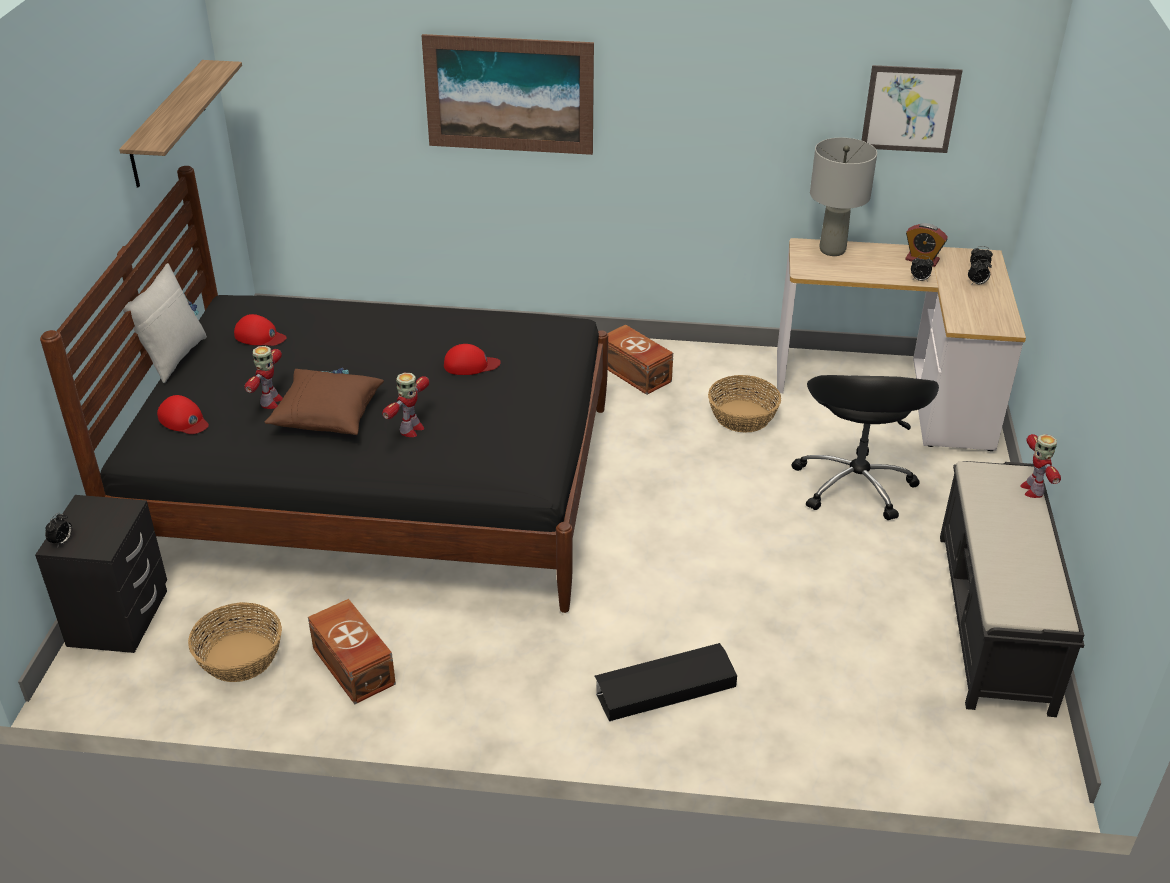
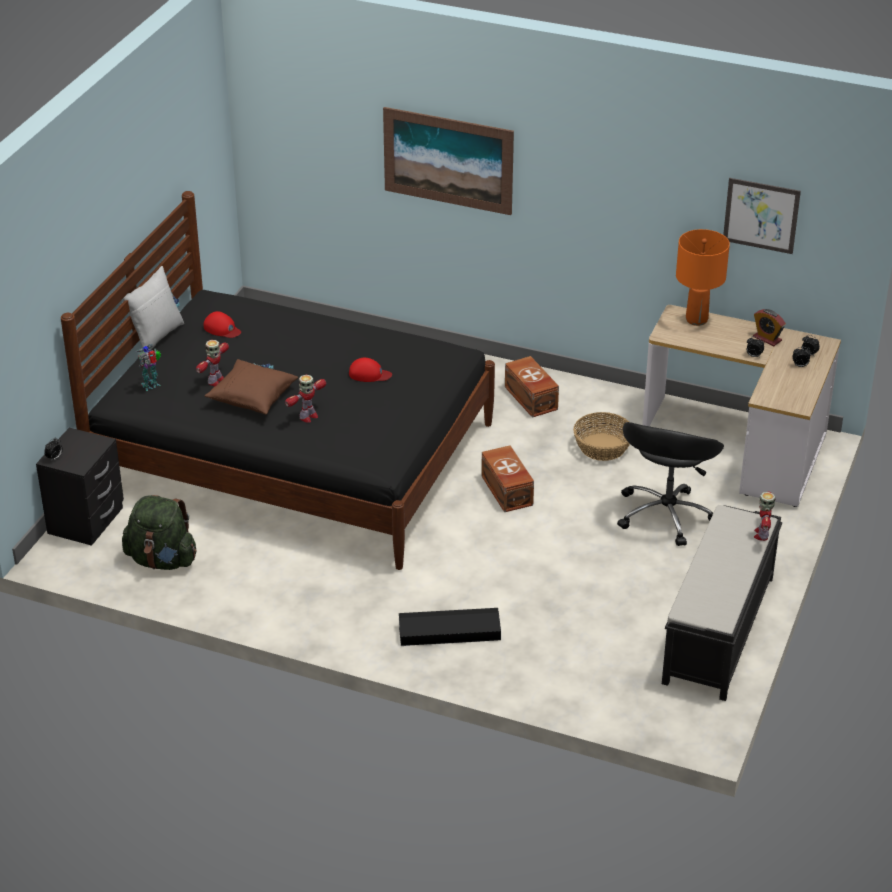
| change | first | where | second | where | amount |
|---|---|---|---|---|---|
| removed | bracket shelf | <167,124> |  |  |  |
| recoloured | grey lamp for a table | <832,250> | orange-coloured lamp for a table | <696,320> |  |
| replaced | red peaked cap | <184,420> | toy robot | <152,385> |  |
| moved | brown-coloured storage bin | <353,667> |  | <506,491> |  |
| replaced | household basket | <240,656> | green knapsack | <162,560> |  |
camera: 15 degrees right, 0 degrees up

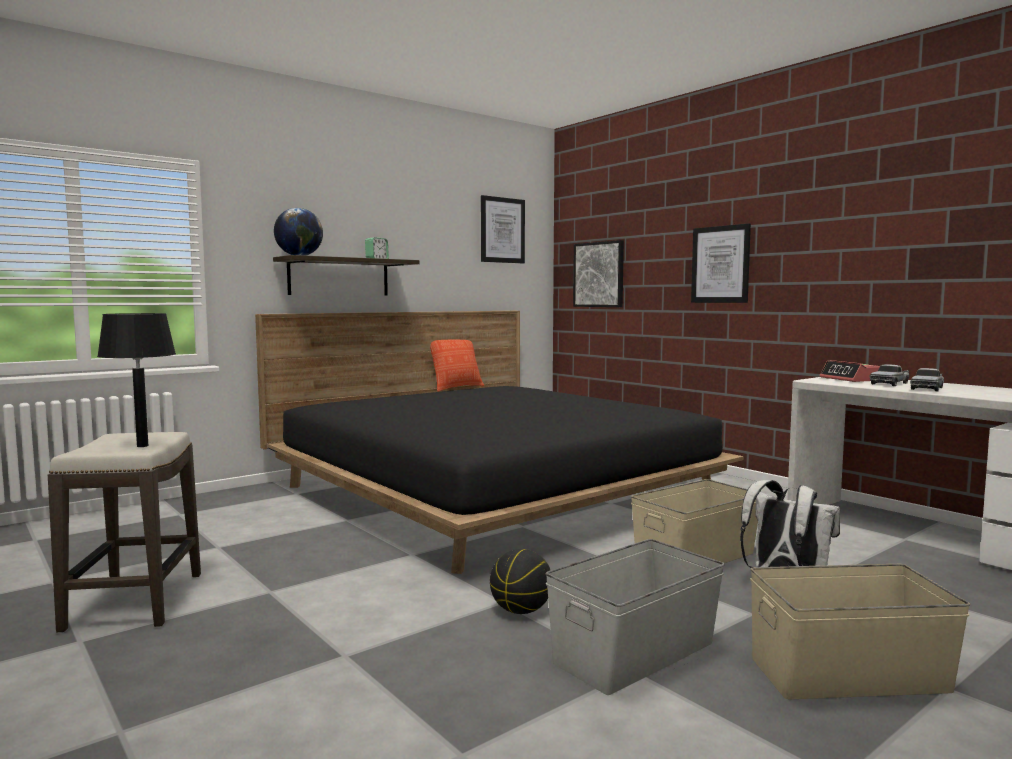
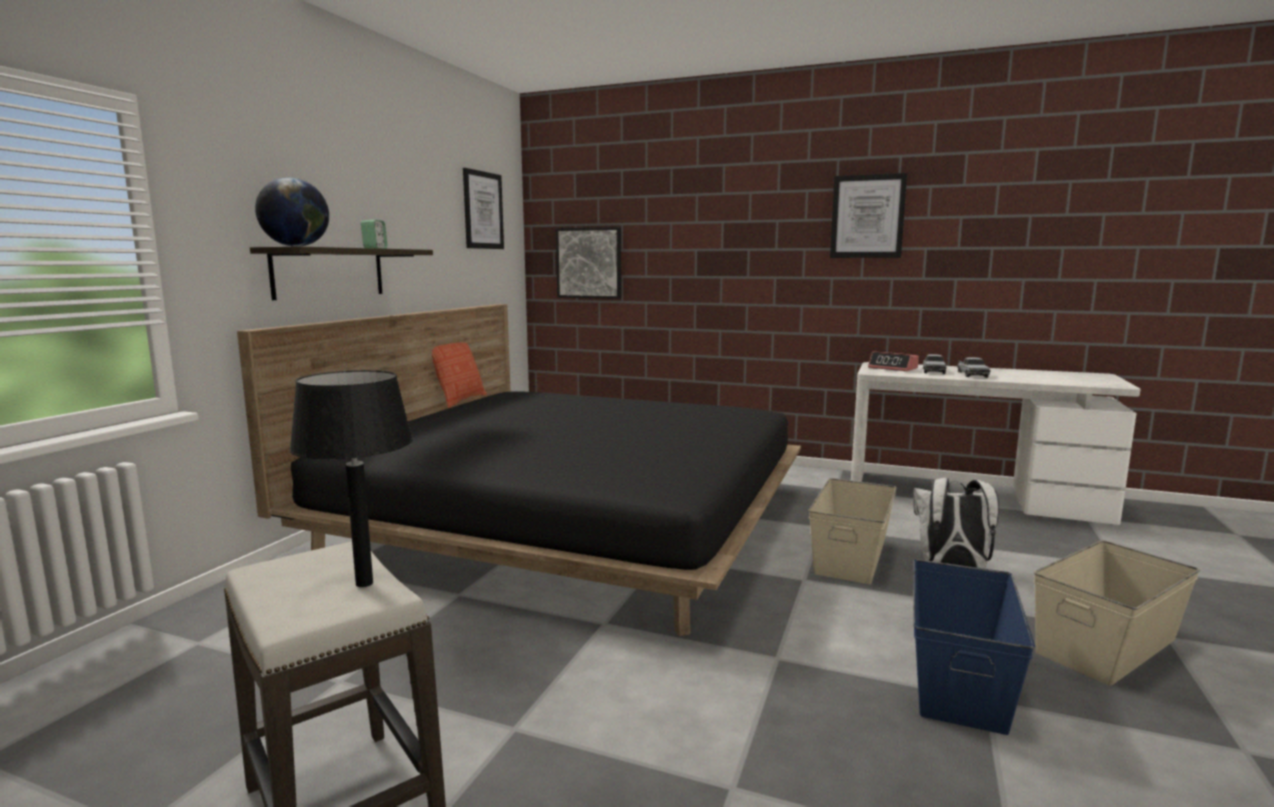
| change | first | where | second | where | amount |
|---|---|---|---|---|---|
| moved | picture | <720,264> |  | <867,216> |  |
| recoloured | grey storage bin | <633,652> | blue-coloured storage bin | <957,678> |  |
| removed | basketball | <521,611> |  |  |  |
camera: 30 degrees left, 5 degrees up

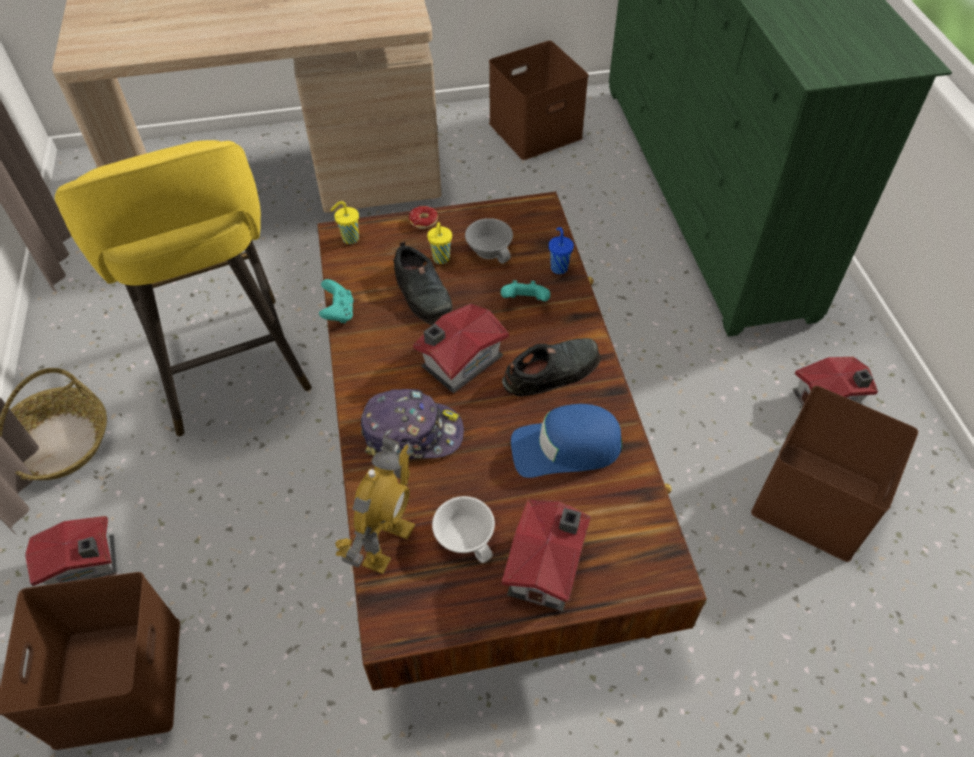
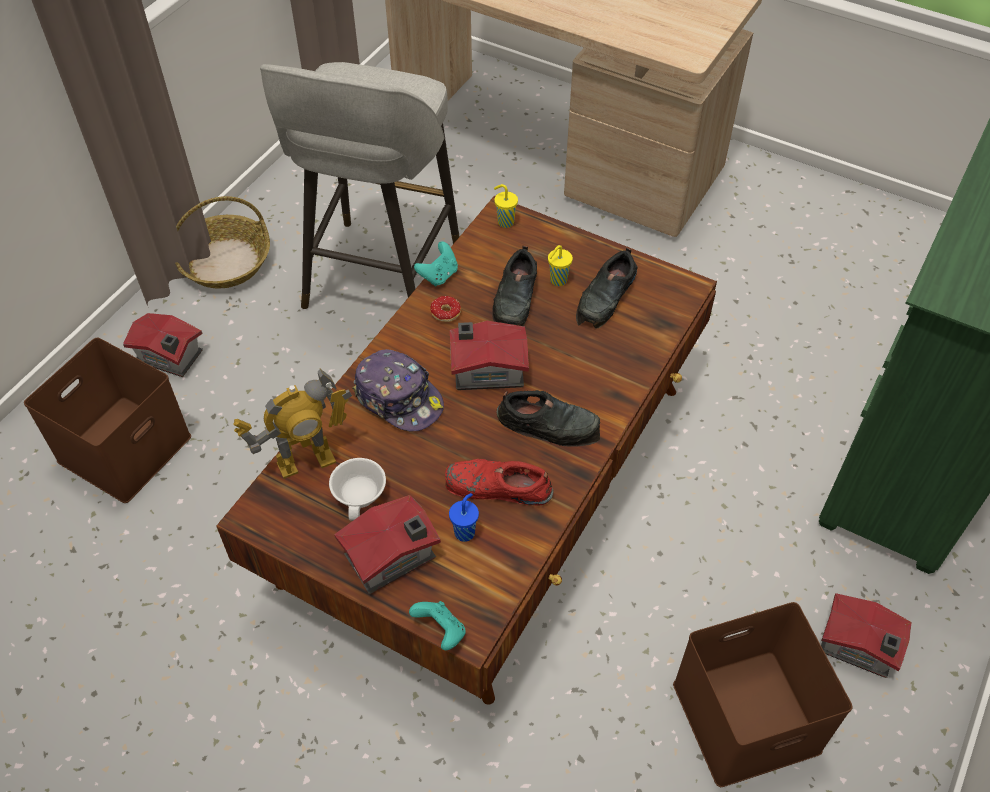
| change | first | where | second | where | amount |
|---|---|---|---|---|---|
| removed | brown-coloured storage bin | <536,129> |  |  |  |
| recoloured | yellow-coloured stool seat | <229,368> | grey stool seat | <380,280> |  |
| moved | donut | <424,225> |  | <443,316> |  |
| replaced | grey cup | <491,250> | blackish low shoe | <606,298> |  |
| moved | blue-coloured cup | <558,267> |  | <465,532> |  |
| moved | turquoise joypad | <525,302> |  | <441,631> |  |
| replaced | blue-coloured peaked cap | <566,448> | red low shoe | <496,487> |  |
camera: 40 degrees right, 0 degrees up

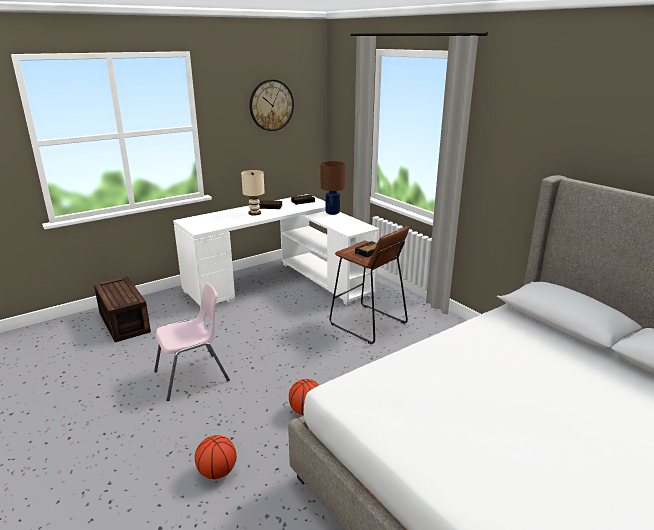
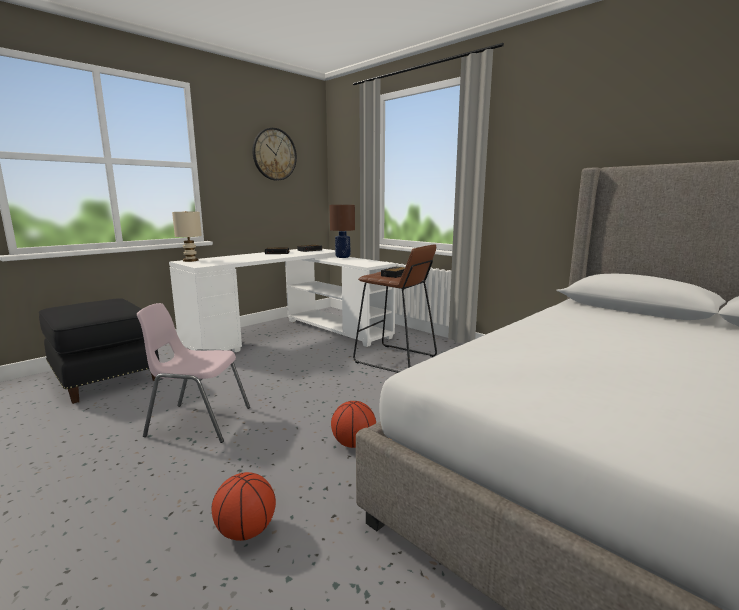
| change | first | where | second | where | amount |
|---|---|---|---|---|---|
| moved | beige lamp for a table | <254,213> |  | <190,260> |  |
| replaced | brown-coloured storage bin | <123,322> | blackish footrest | <103,377> |  |
| turned | pinkish plain chair | <193,376> |  | <198,421> | 135 degrees counterclockwise |
camera: 10 degrees left, 10 degrees down

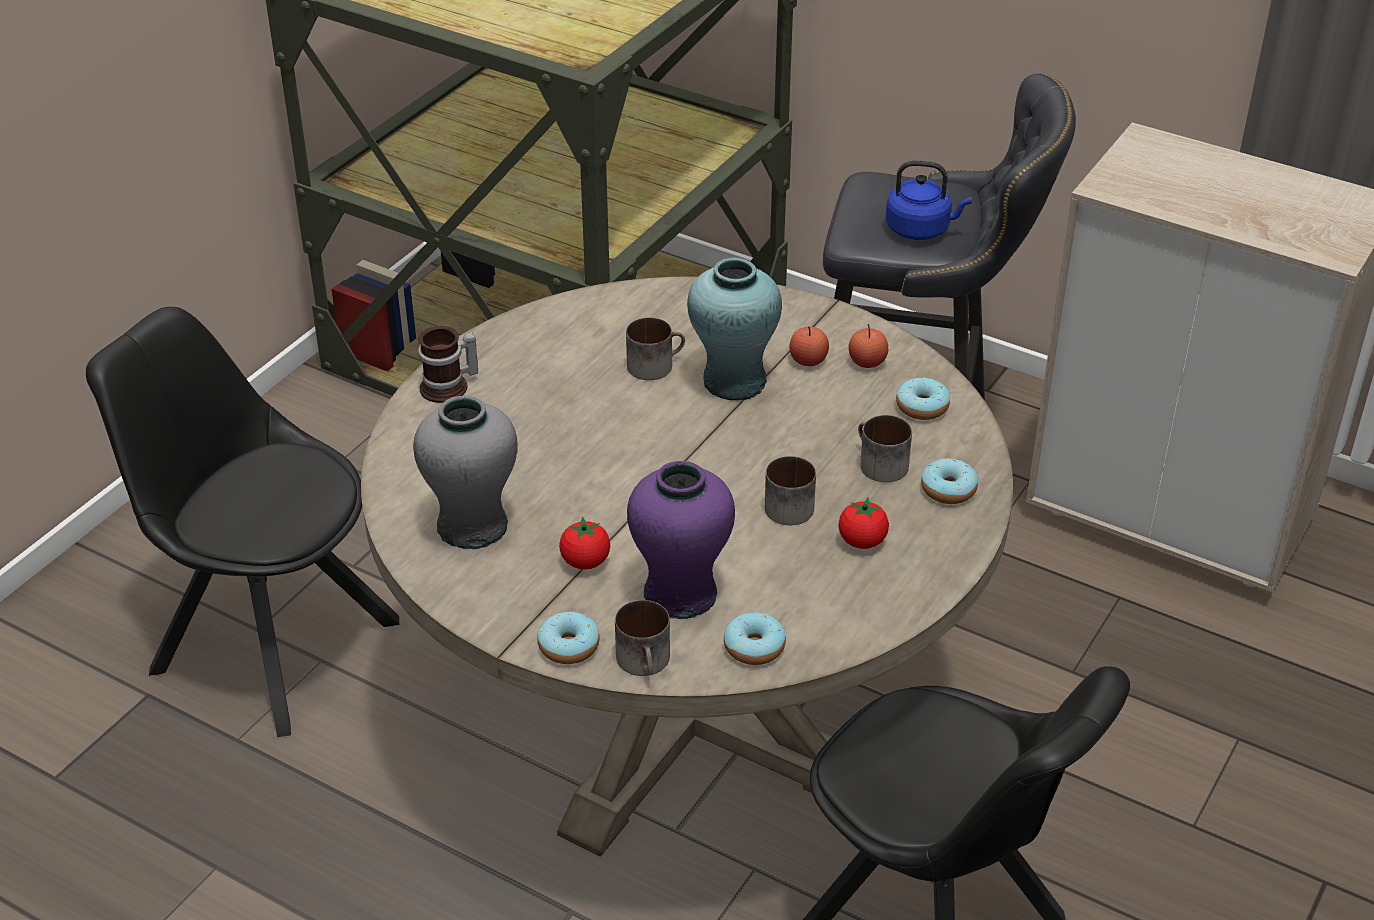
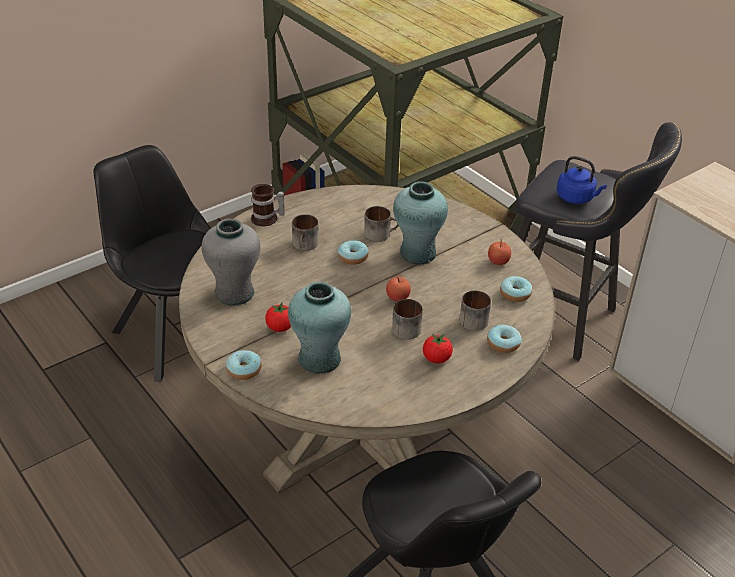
| change | first | where | second | where | amount |
|---|---|---|---|---|---|
| moved | whole apple | <808,360> |  | <397,297> |  |
| recoloured | purplish decorative vase | <680,593> | turquoise decorative vase | <319,358> |  |
| moved | coffee mug | <646,662> |  | <305,245> |  |
| moved | donut | <754,647> |  | <352,257> |  |
camera: 20 degrees right, 0 degrees up

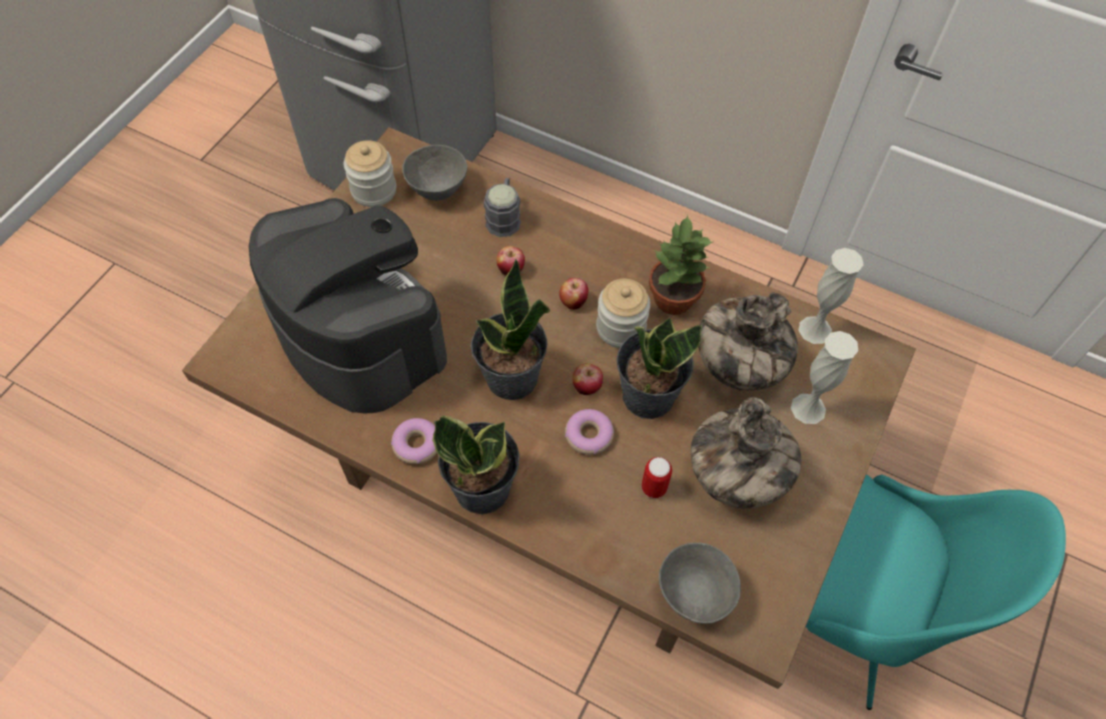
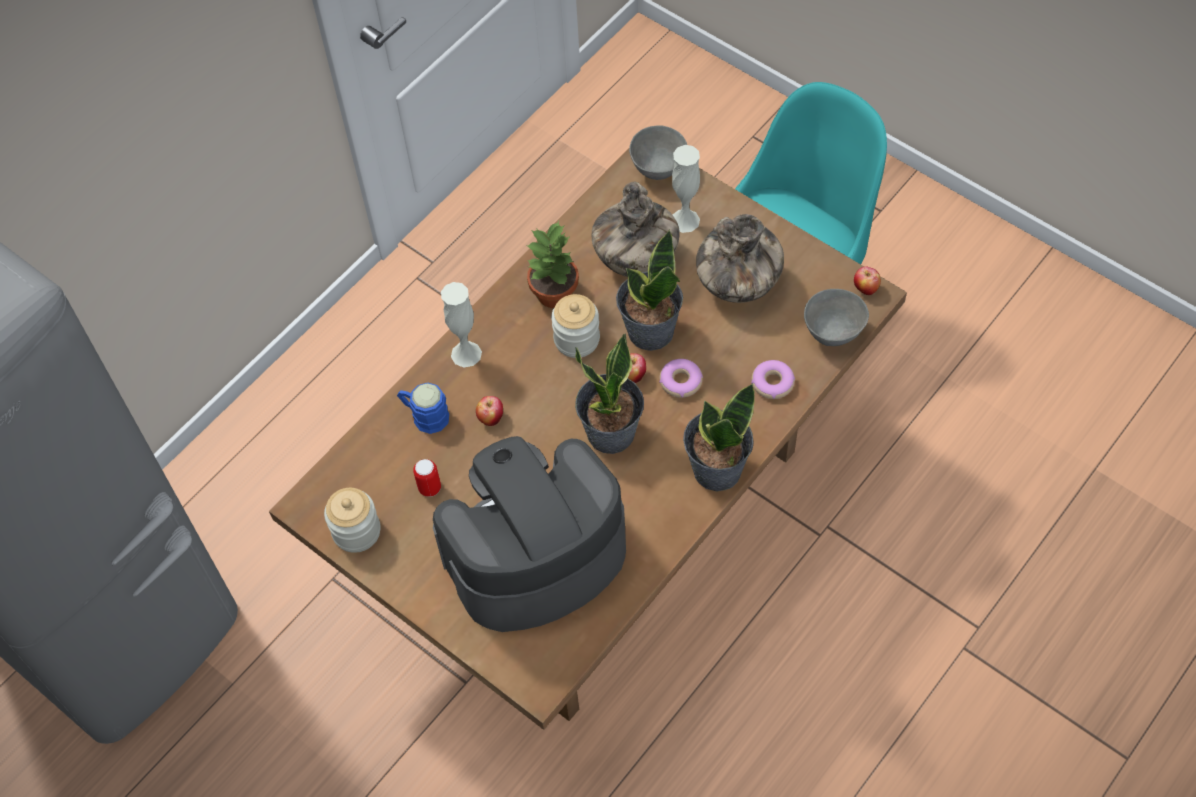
| change | first | where | second | where | amount |
|---|---|---|---|---|---|
| moved | grey bowl | <437,191> |  | <658,170> |  |
| recoloured | grey coffee mug | <504,217> | blue-coloured coffee mug | <424,415> |  |
| moved | white-coloured decorative vase | <815,330> |  | <466,354> |  |
| moved | whole apple | <573,302> |  | <865,289> |  |
| moved | donut | <417,444> |  | <772,383> |  |
| moved | metal can | <654,487> |  | <429,488> |  |
camera: 75 degrees left, 0 degrees up

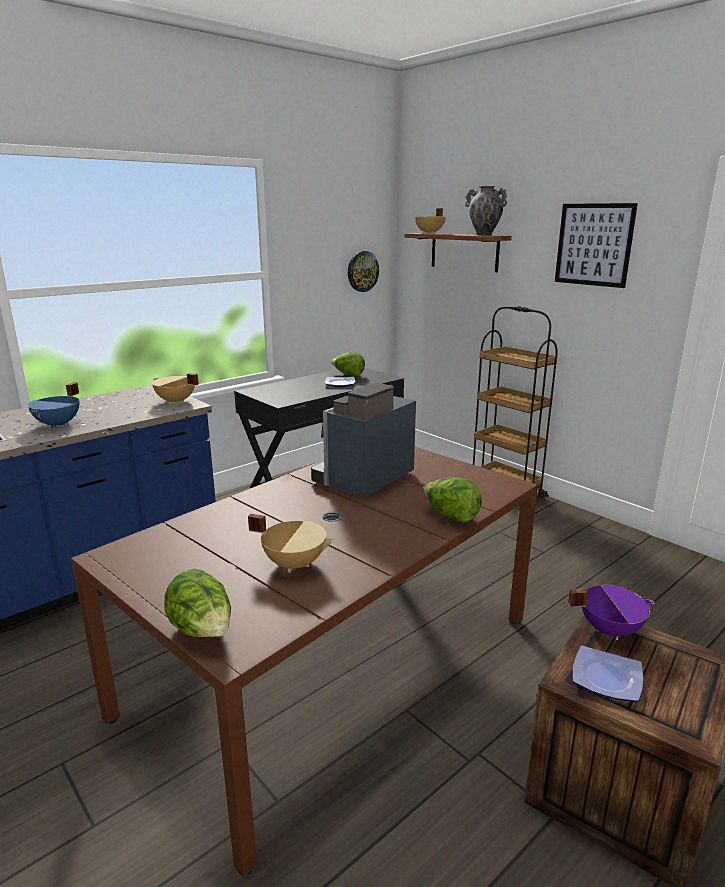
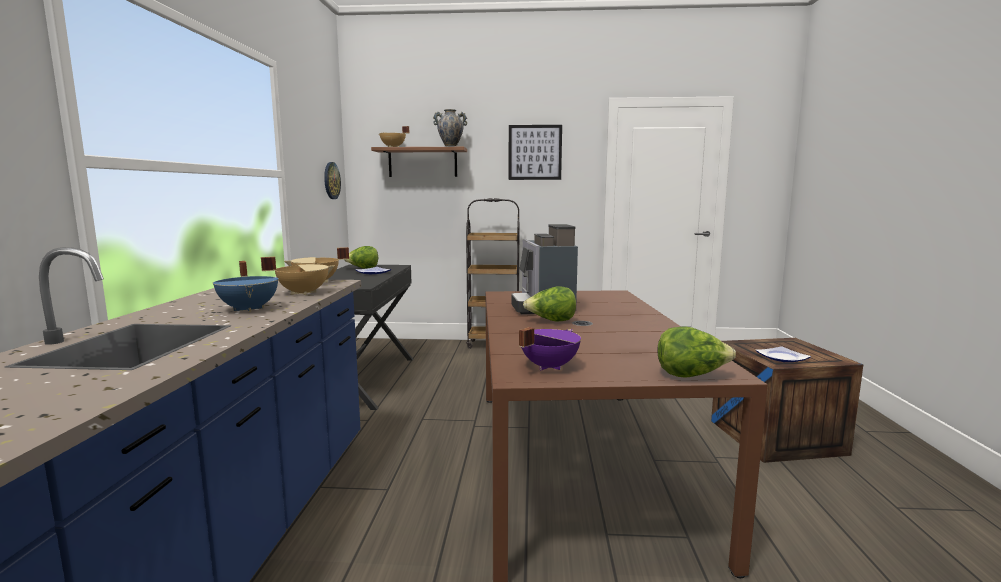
| change | first | where | second | where | amount |
|---|---|---|---|---|---|
| moved | lettuce head | <450,516> |  | <551,321> |  |
| moved | beige stockpot | <294,563> |  | <303,293> |  |
| moved | purplish stockpot | <609,629> |  | <548,366> |  |
camera: 45 degrees left, 10 degrees down

